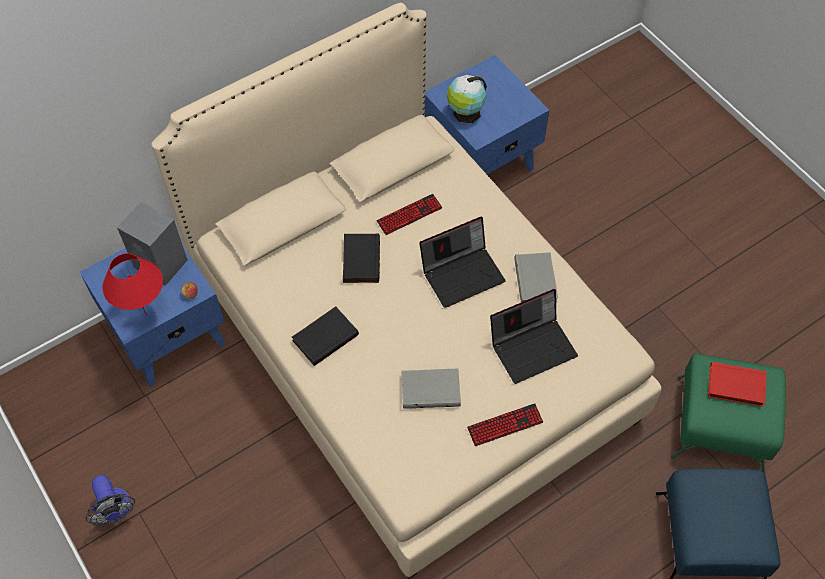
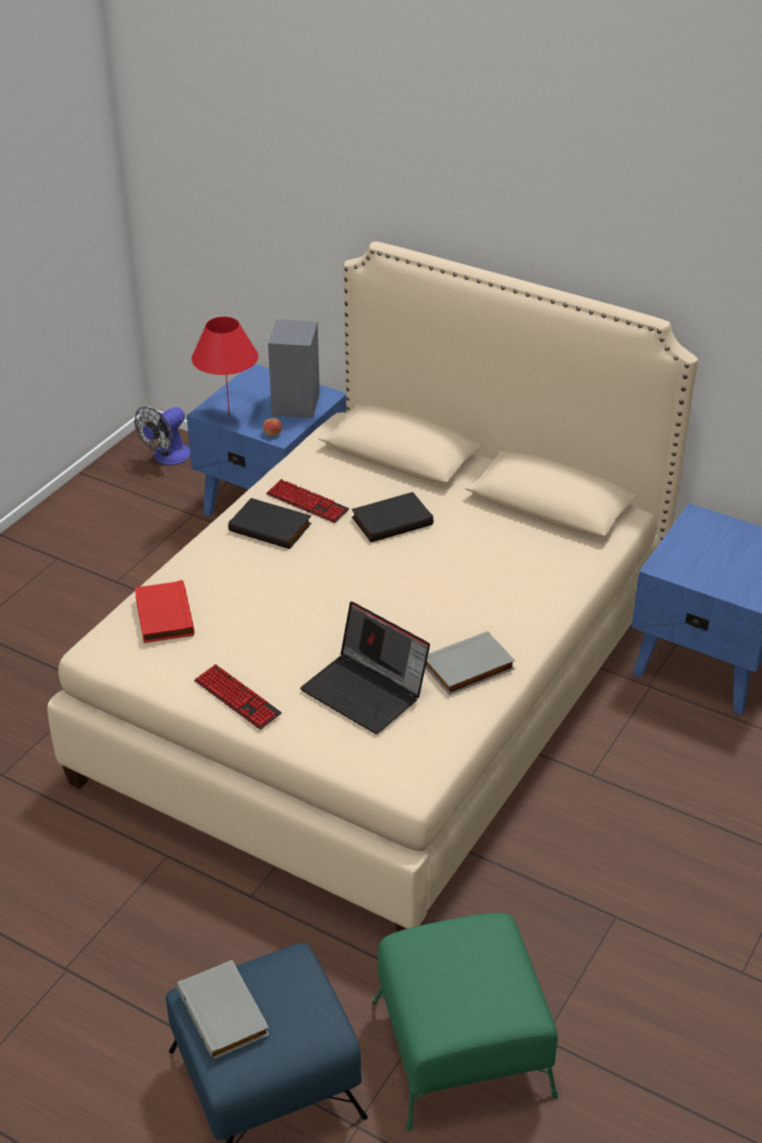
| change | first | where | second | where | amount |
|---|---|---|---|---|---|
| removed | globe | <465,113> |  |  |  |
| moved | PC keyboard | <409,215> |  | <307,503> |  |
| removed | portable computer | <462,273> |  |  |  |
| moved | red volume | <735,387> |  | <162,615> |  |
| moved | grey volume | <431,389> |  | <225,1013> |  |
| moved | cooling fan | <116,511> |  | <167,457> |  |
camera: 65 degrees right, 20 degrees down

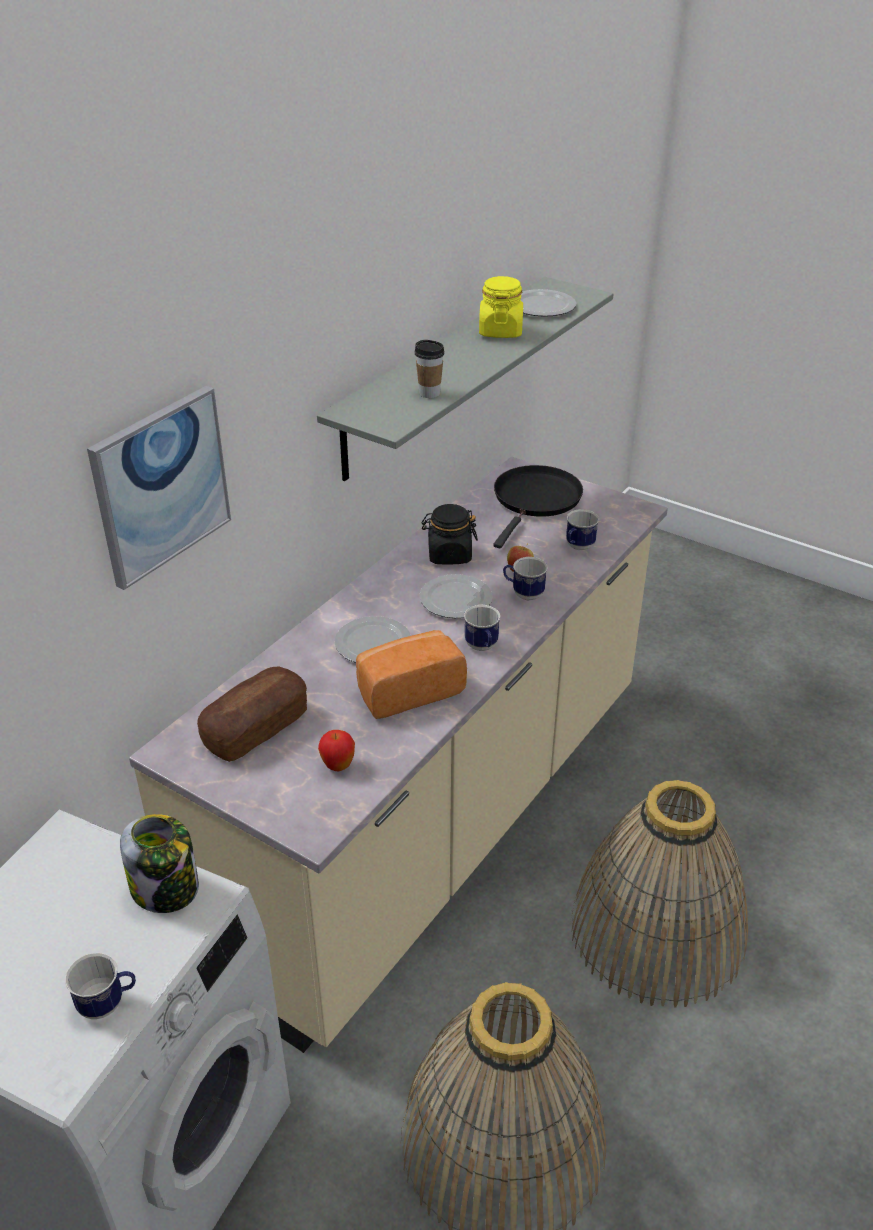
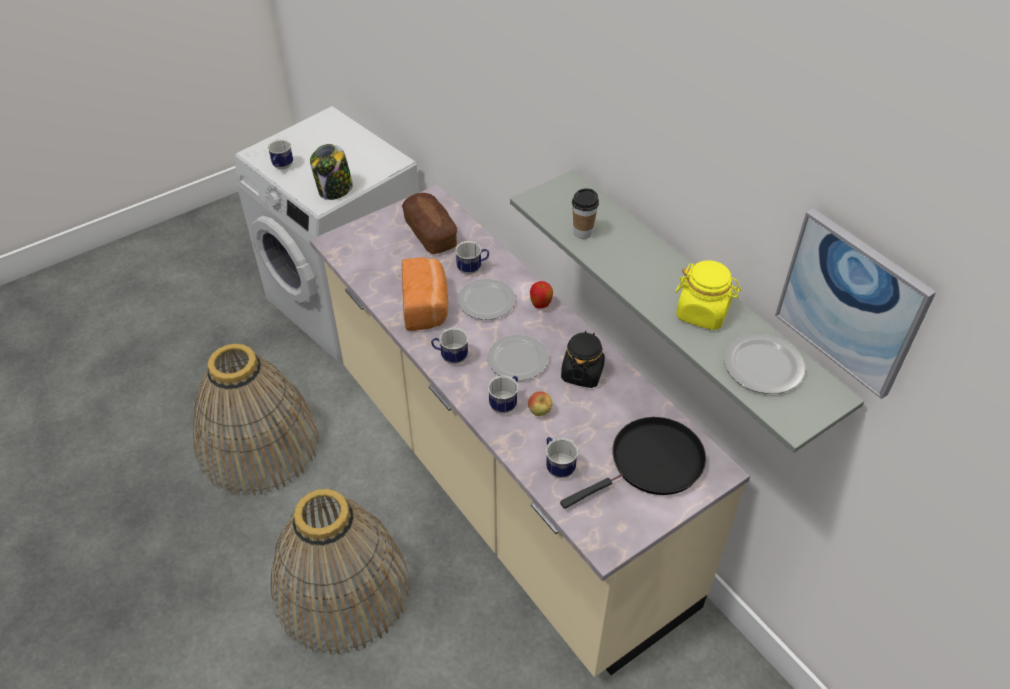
| change | first | where | second | where | amount |
|---|---|---|---|---|---|
| moved | picture | <161,485> |  | <851,302> |  |
| turned | blackish skillet | <535,500> |  | <651,464> | 75 degrees counterclockwise |
| moved | whole apple | <338,766> |  | <540,305> |  |
| added |  |  | coffee mug | <472,269> |  |
camera: 110 degrees right, 10 degrees up

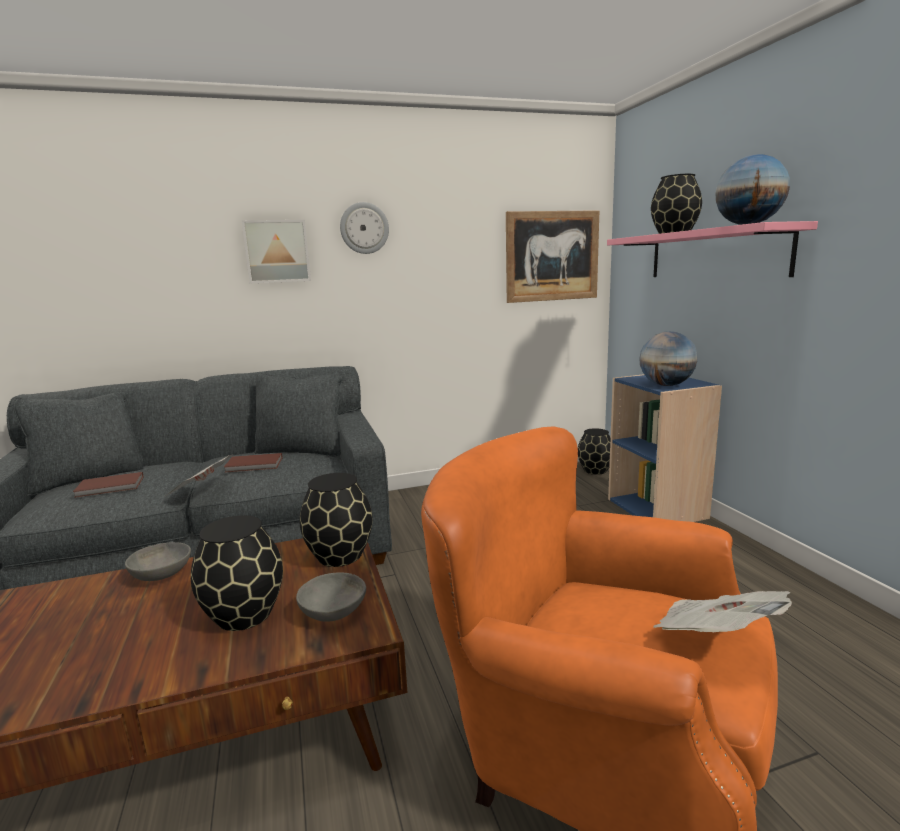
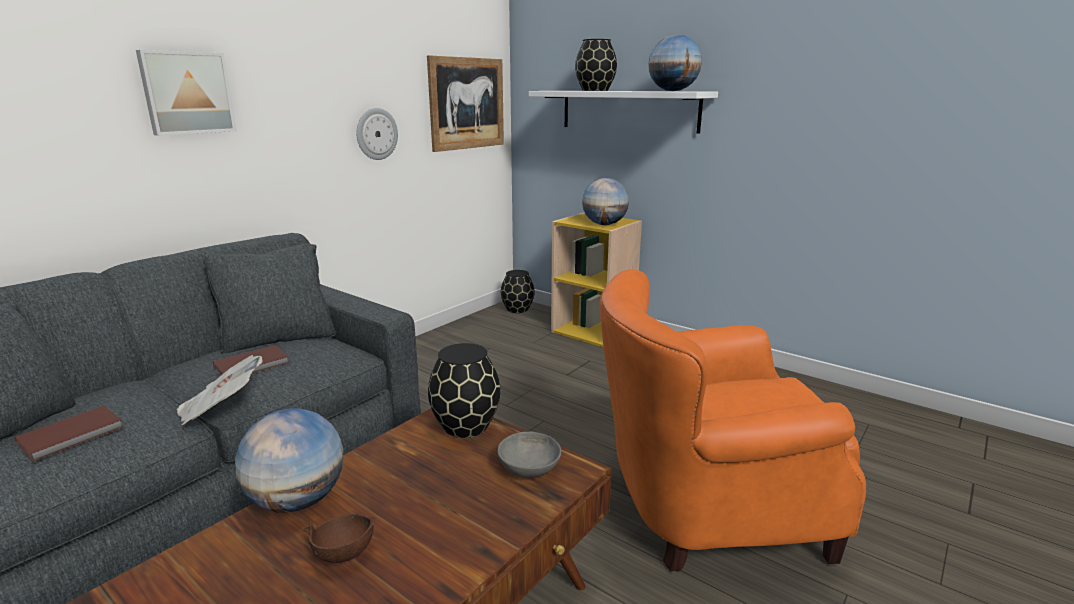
| change | first | where | second | where | amount |
|---|---|---|---|---|---|
| moved | hanging clock | <364,228> |  | <376,134> |  |
| recoloured | pinkish bracket shelf | <715,254> | white-coloured bracket shelf | <628,110> |  |
| recoloured | blue-coloured bookshelf | <658,508> | yellow-coloured bookshelf | <594,331> |  |
| removed | blackish decorative vase | <245,615> |  |  |  |
| replaced | grey bowl | <162,574> | globe | <298,500> |  |
| removed | daily paper | <714,638> |  |  |  |
| added |  |  | brown-coloured bowl | <344,552> |  |
camera: 35 degrees left, 5 degrees up

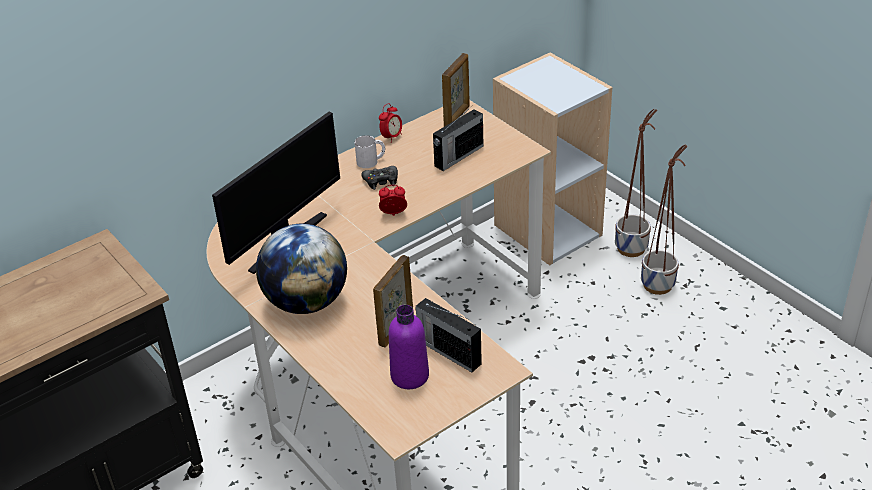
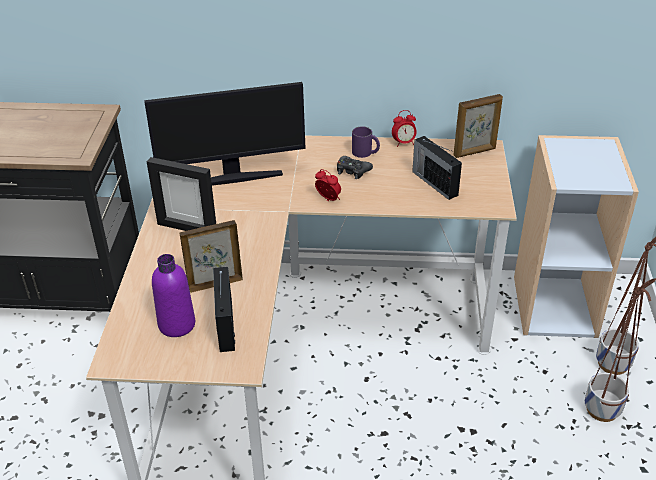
| change | first | where | second | where | amount |
|---|---|---|---|---|---|
| turned | radio set | <458,156> |  | <434,182> | 60 degrees clockwise |
| recoloured | white-coloured coffee mug | <371,161> | purplish coffee mug | <365,153> |  |
| replaced | globe | <306,302> | standing frame | <187,227> |  |
camera: 40 degrees right, 0 degrees up

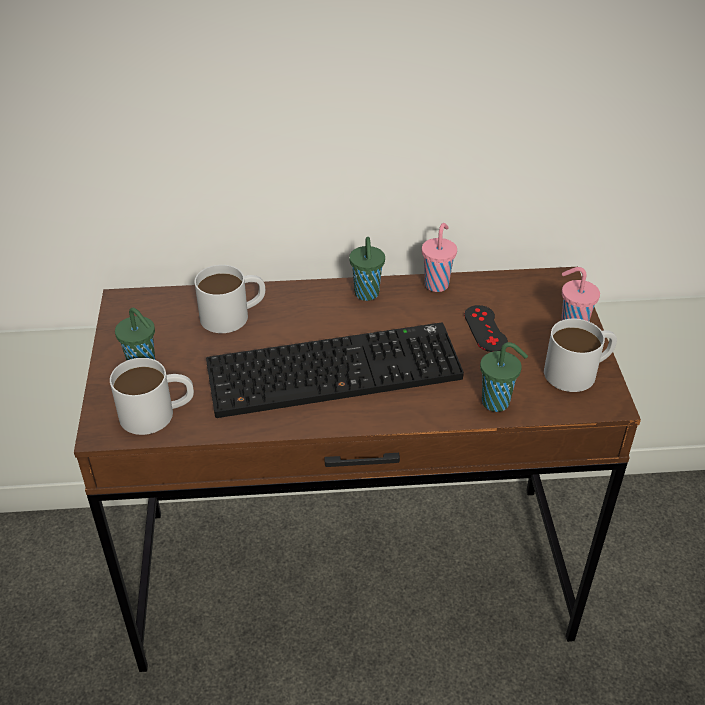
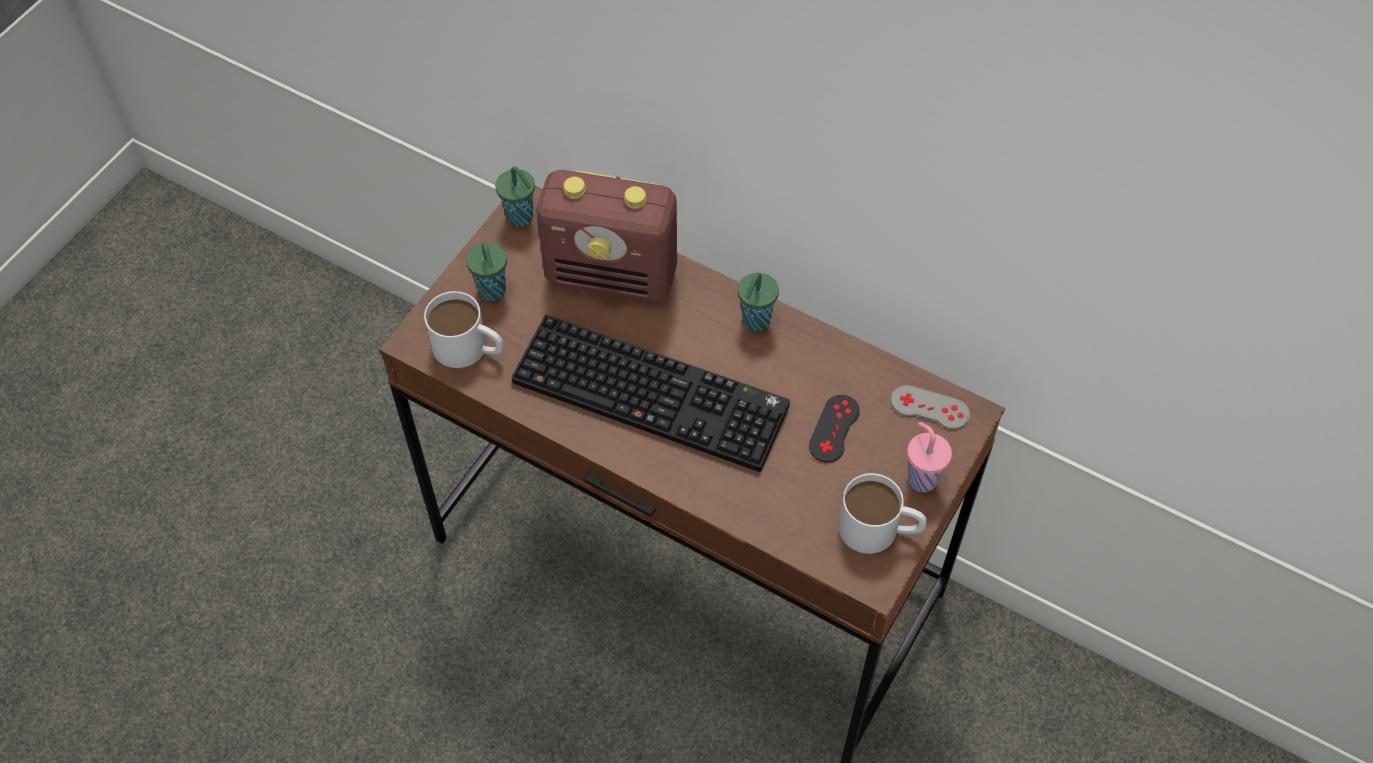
| change | first | where | second | where | amount |
|---|---|---|---|---|---|
| removed | pinkish cup | <437,284> |  |  |  |
| replaced | white-coloured coffee mug | <234,314> | radio set | <613,275> |  |
| moved | green cup | <497,402> |  | <521,218> |  |
| added |  |  | grey joypad | <930,407> |  |
camera: 35 degrees right, 15 degrees up

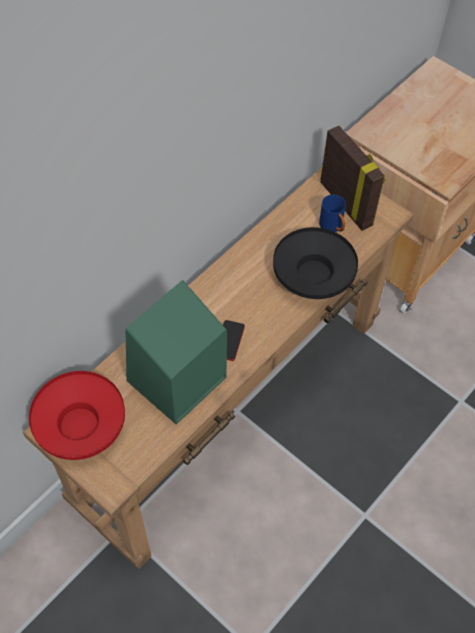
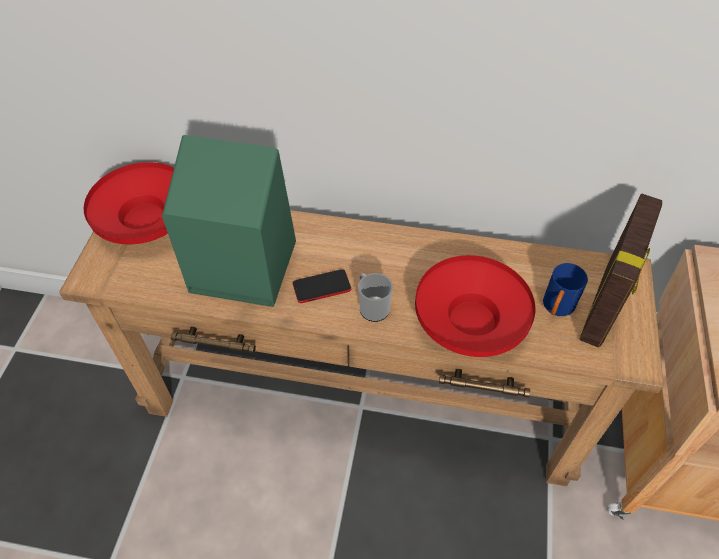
| change | first | where | second | where | amount |
|---|---|---|---|---|---|
| recoloured | blackish bowl | <313,275> | red bowl | <470,322> |  |
| added |  |  | coffee mug | <372,307> |  |
camera: 60 degrees right, 5 degrees down

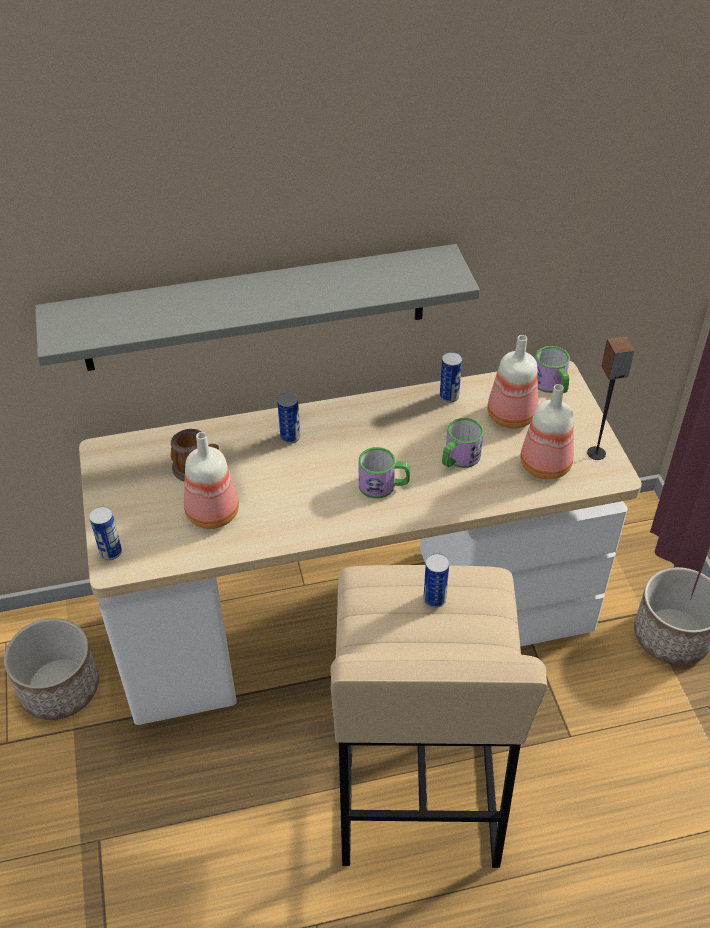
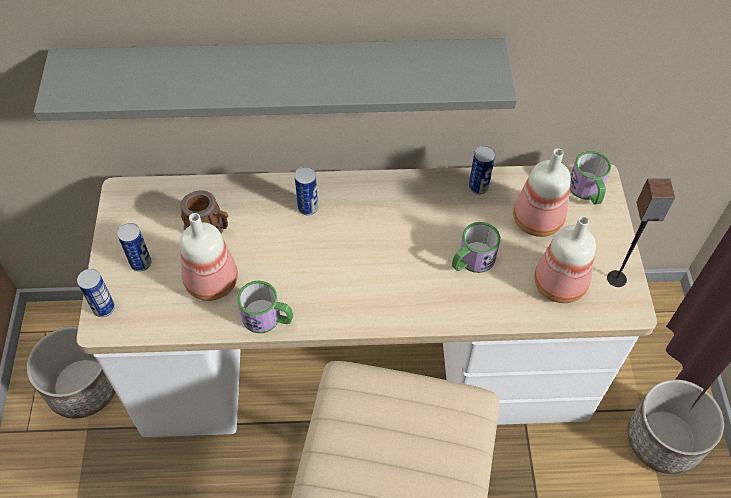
| change | first | where | second | where | amount |
|---|---|---|---|---|---|
| moved | coffee mug | <384,485> |  | <268,318> |  |
| moved | metal can | <434,599> |  | <141,263> |  |
camera: 10 degrees right, 10 degrees up

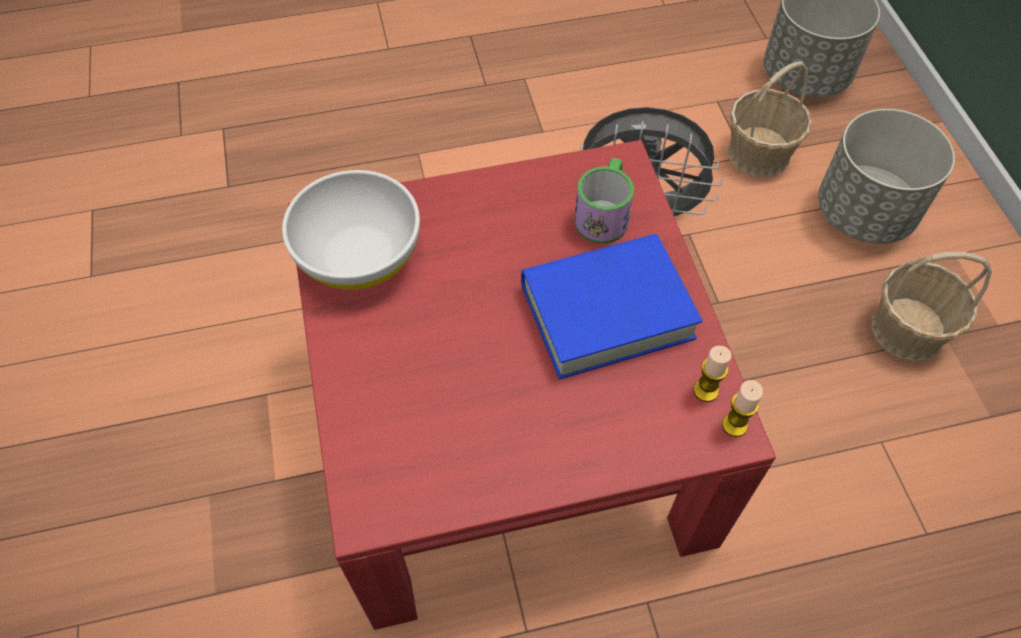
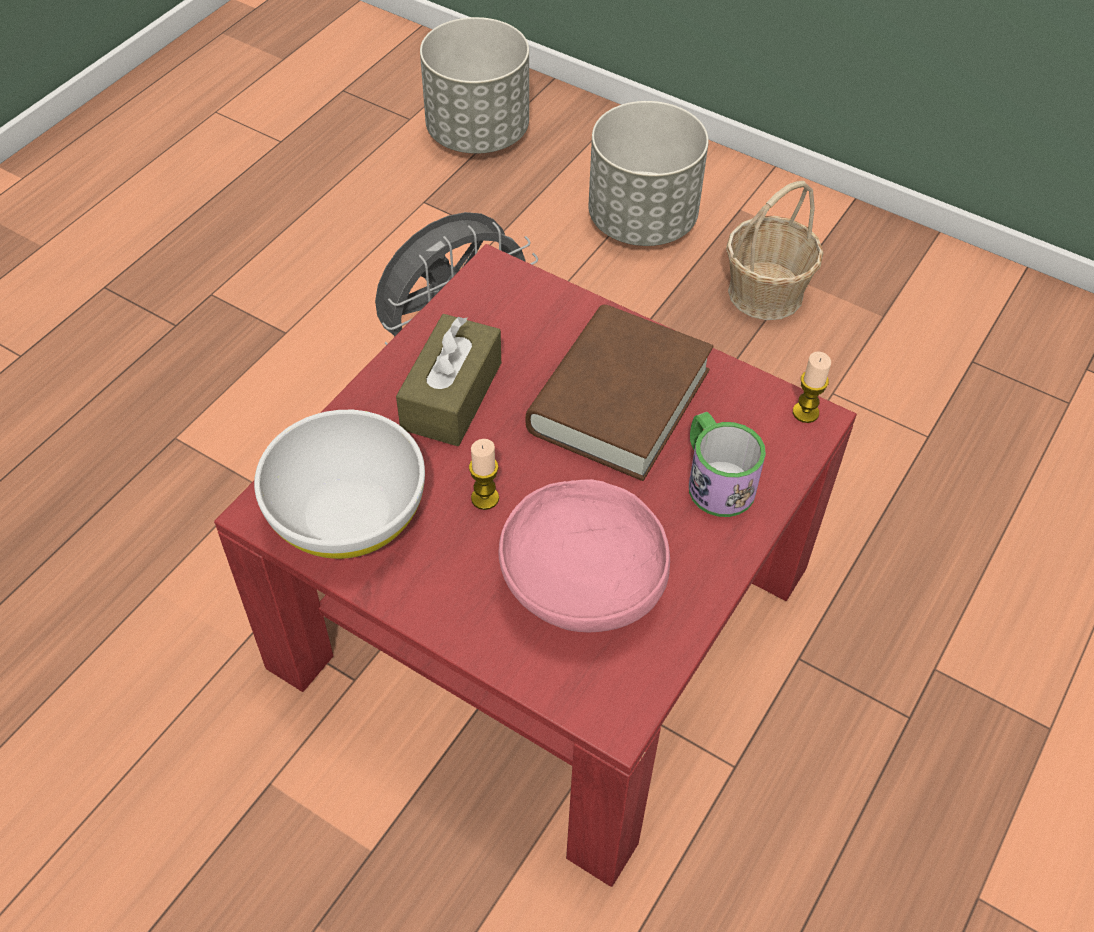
| change | first | where | second | where | amount |
|---|---|---|---|---|---|
| removed | household basket | <759,153> |  |  |  |
| moved | coffee mug | <604,214> |  | <715,479> |  |
| recoloured | blue-coloured volume | <607,312> | brown-coloured volume | <619,401> |  |
| moved | wax candle | <705,391> |  | <485,498> |  |
| added |  |  | brown-coloured tissue box | <451,396> |  |
| added |  |  | pinkish bowl | <580,585> |  |
camera: 45 degrees left, 5 degrees down

